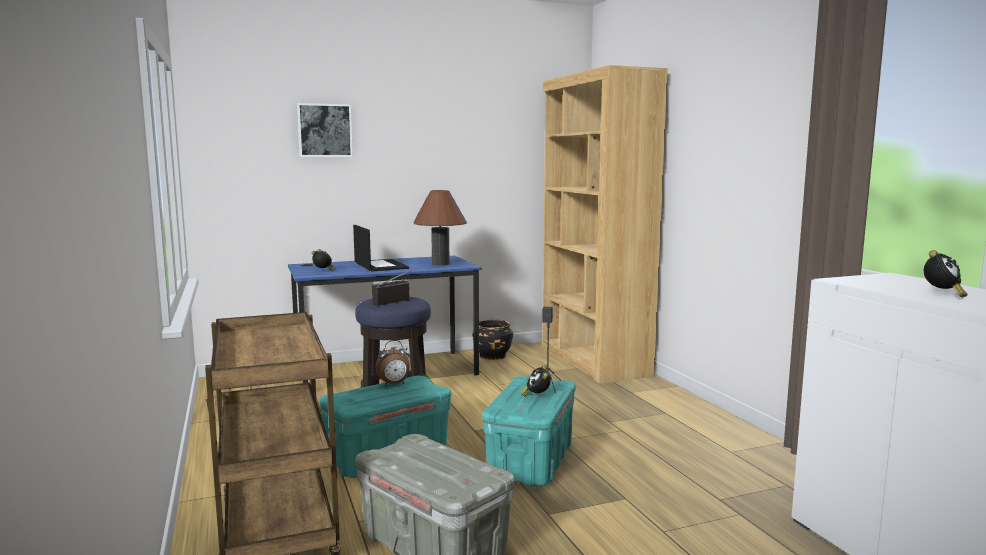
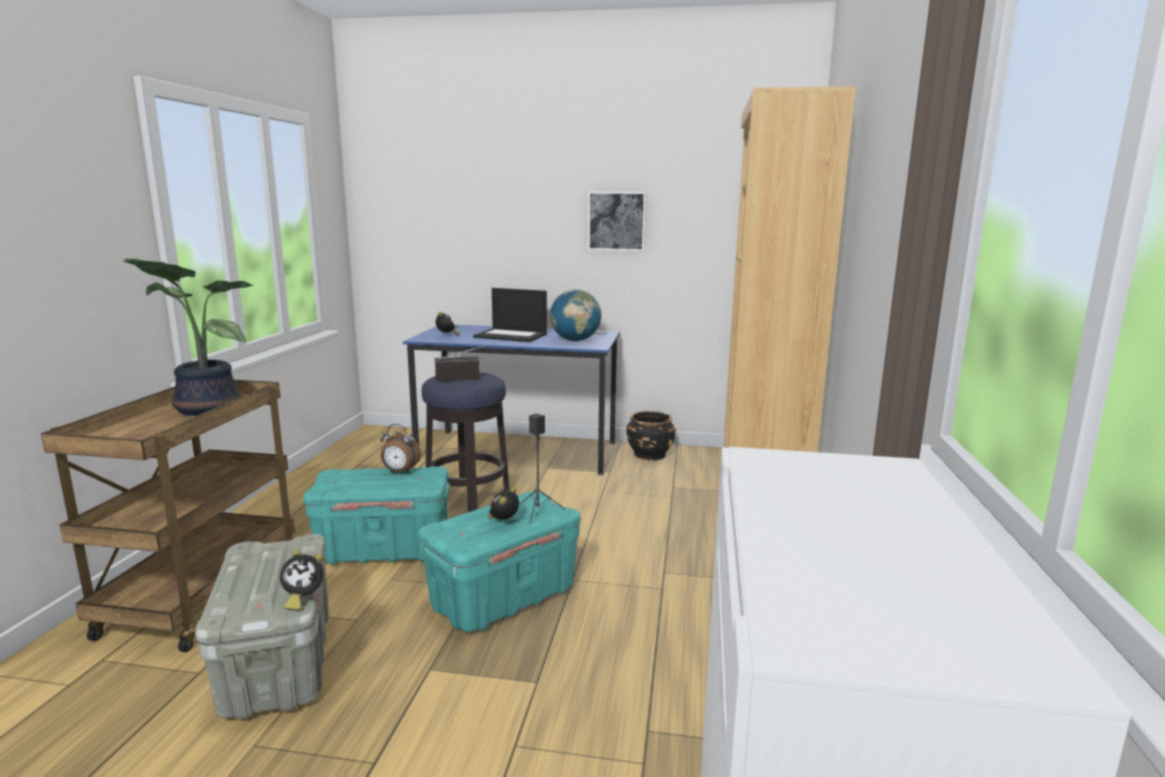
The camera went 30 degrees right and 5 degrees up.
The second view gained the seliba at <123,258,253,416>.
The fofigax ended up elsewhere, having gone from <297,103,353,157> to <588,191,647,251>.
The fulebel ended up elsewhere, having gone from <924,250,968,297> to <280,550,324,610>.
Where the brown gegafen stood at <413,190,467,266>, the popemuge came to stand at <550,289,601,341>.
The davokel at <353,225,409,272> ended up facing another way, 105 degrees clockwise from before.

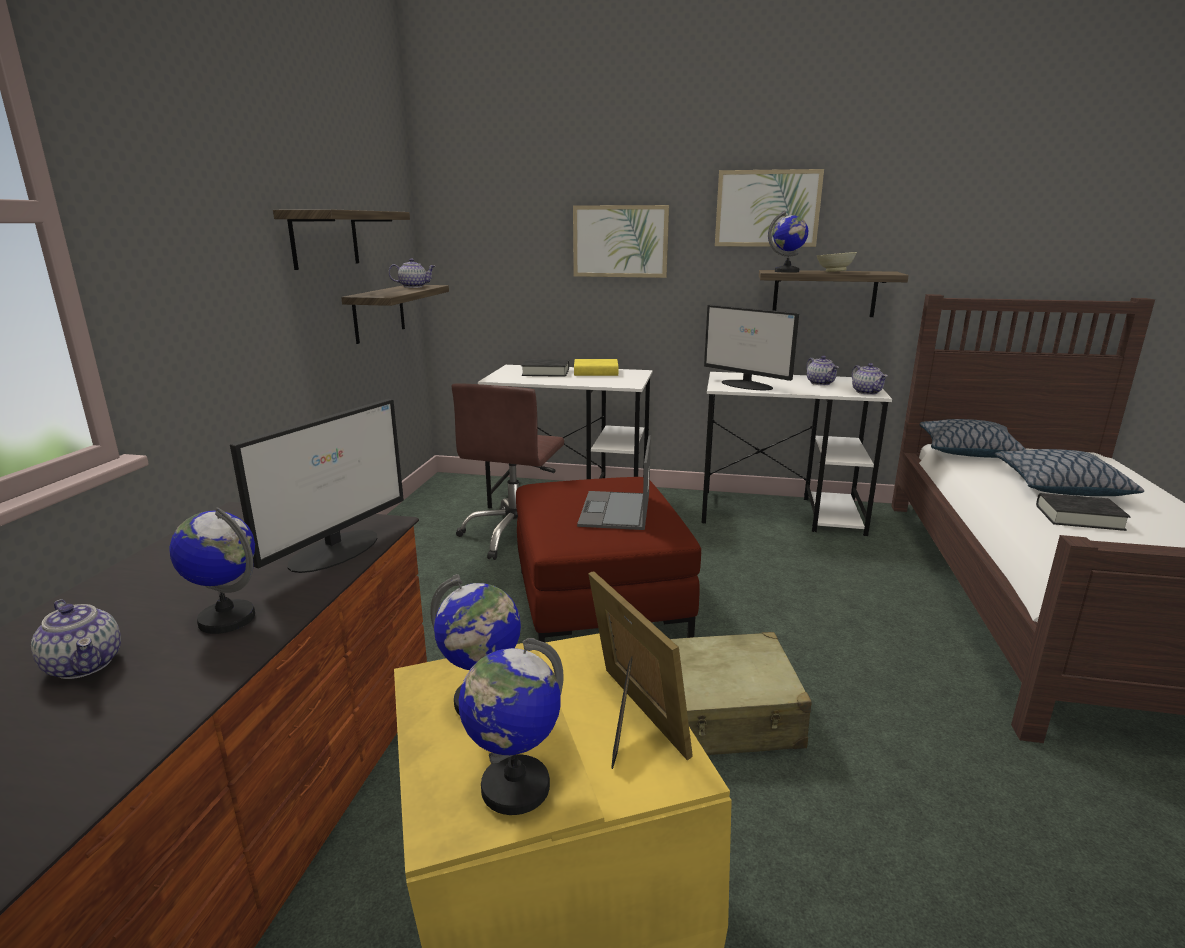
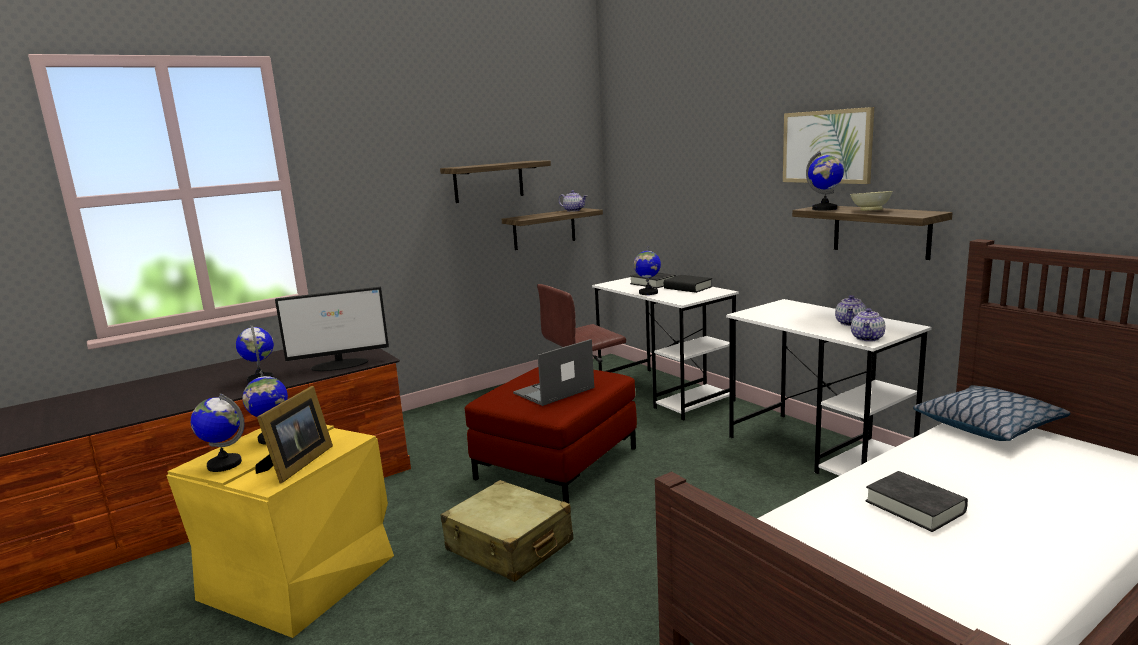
The camera went 45 degrees right and 5 degrees down.
The second view lost the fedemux at <31,600,121,679>.
The second view lost the fofigax at <573,205,669,278>.
The second view lost the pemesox at <704,305,799,390>.
The second view lost the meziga at <995,449,1144,496>.
The second view gained the popemuge at <634,247,661,295>.
What was the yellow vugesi at <574,359,618,376> turned into the black vugesi at <664,275,712,293>.

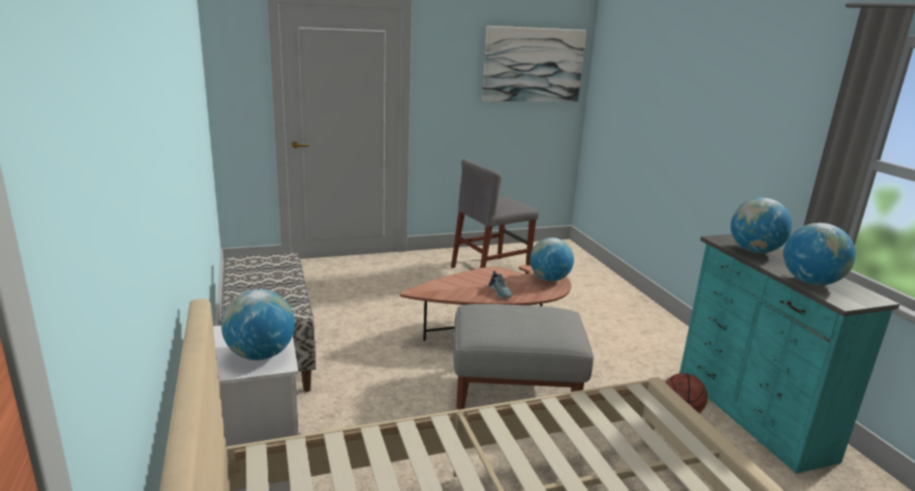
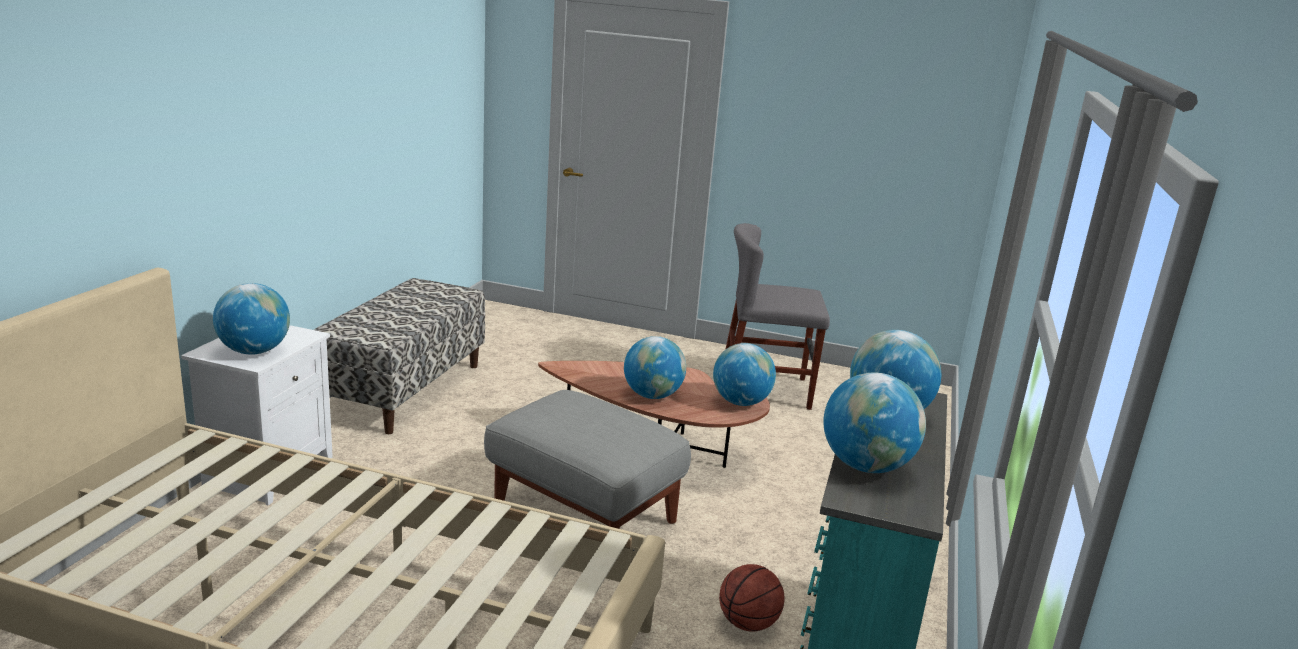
The camera went 35 degrees right and 0 degrees up.
The second view lost the fofigax at <482,26,586,101>.
Where the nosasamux stood at <489,271,513,298>, the popemuge came to stand at <624,336,686,399>.

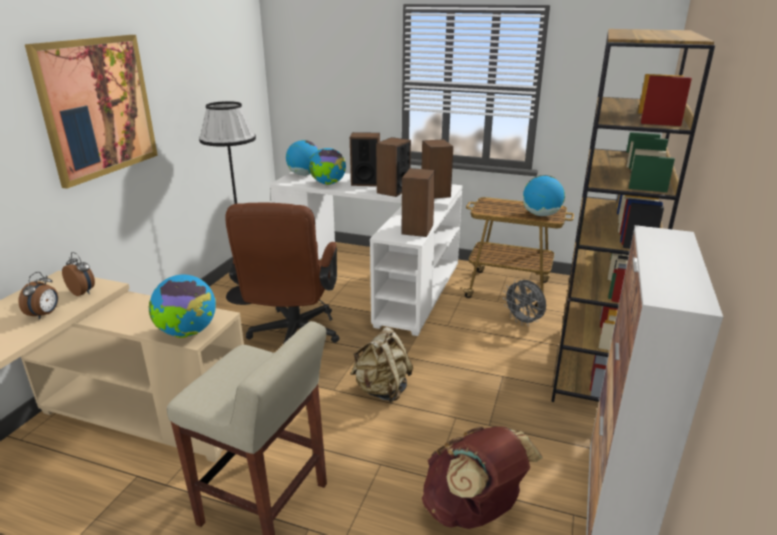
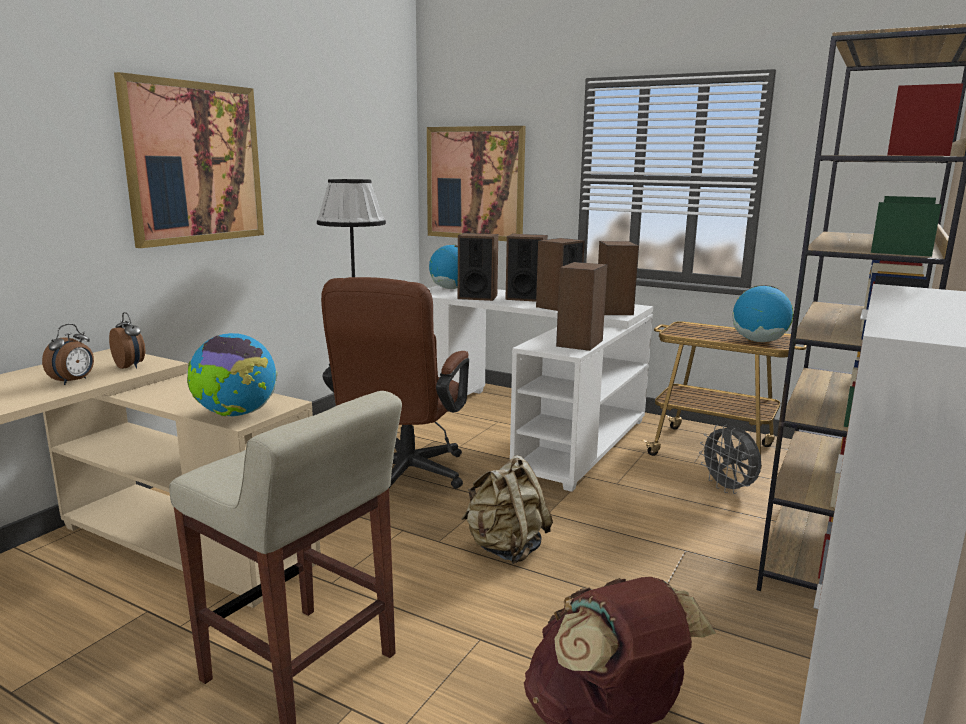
The camera went 10 degrees right and 10 degrees down.
The second view gained the fofigax at <427,126,526,241>.
Where the popemuge stood at <309,148,346,185>, the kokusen came to stand at <458,233,498,301>.

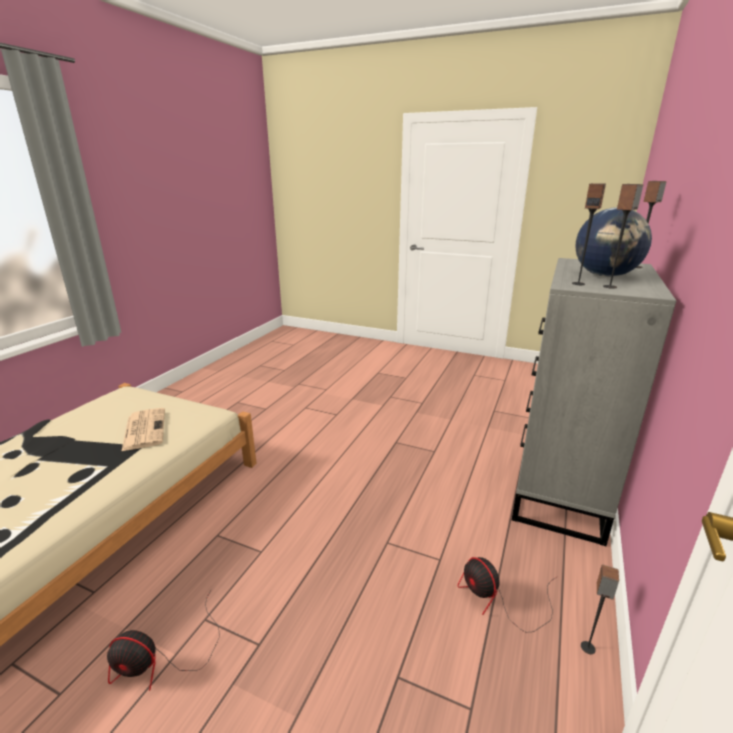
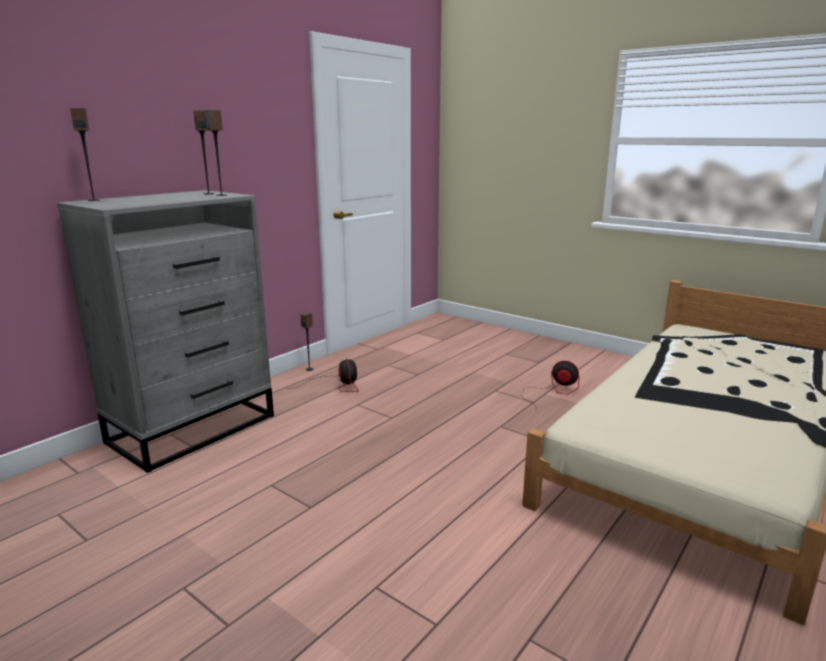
The camera went 165 degrees left and 5 degrees down.
The second view lost the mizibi at <121,408,165,452>.
The second view lost the popemuge at <575,207,652,277>.

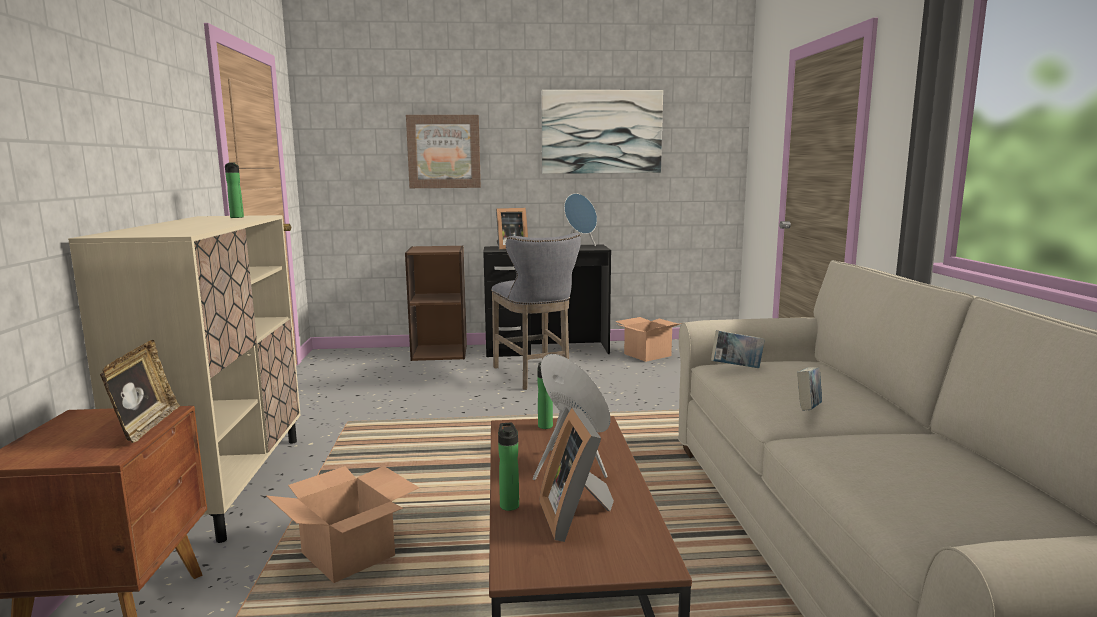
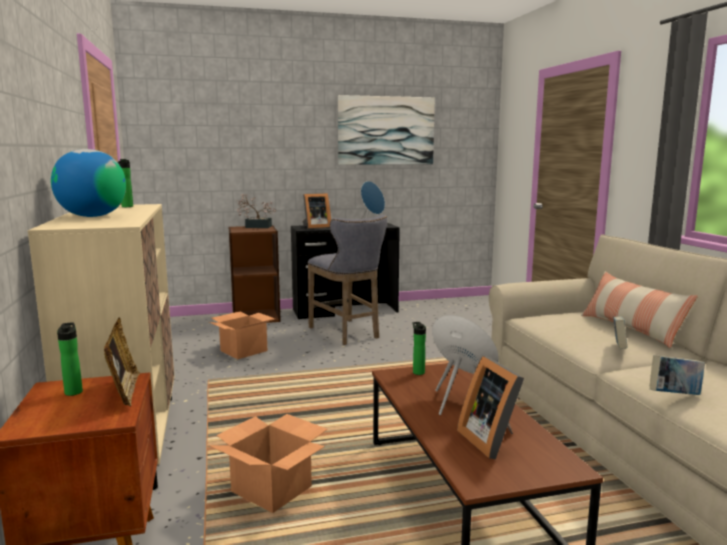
The camera went 10 degrees left and 0 degrees up.
The second view lost the fofigax at <406,115,481,188>.
The second view gained the popemuge at <51,149,126,217>.
The second view gained the seliba at <236,194,276,228>.
The second view gained the meziga at <581,271,698,348>.
The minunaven ended up elsewhere, having gone from <498,423,519,511> to <57,322,83,396>.
The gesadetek ended up elsewhere, having gone from <615,317,681,362> to <209,311,275,359>.
The vugesi ended up elsewhere, having gone from <711,330,765,368> to <650,355,705,395>.

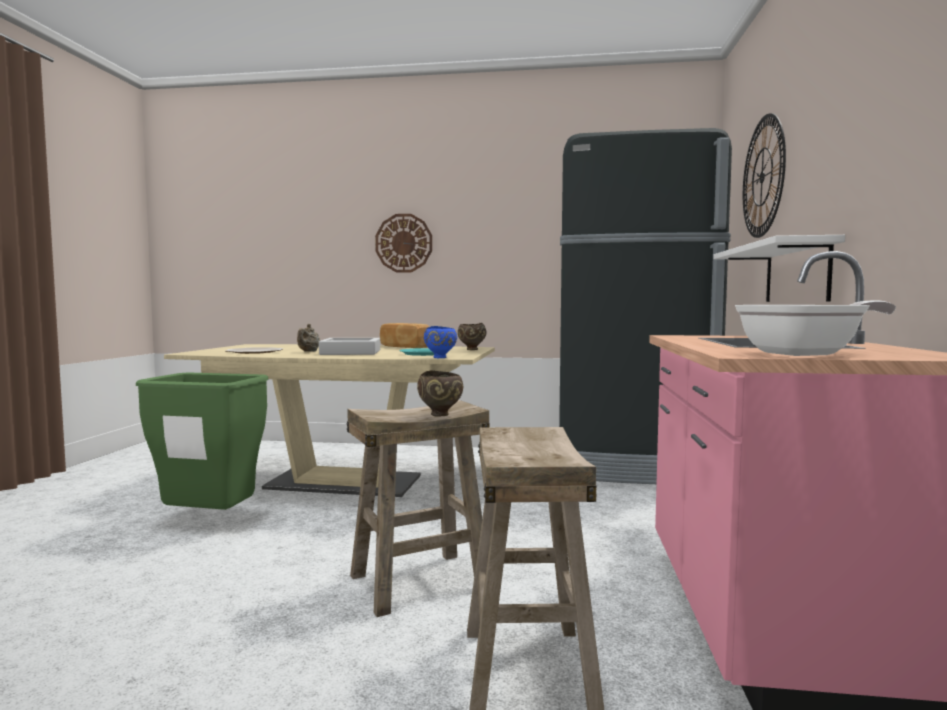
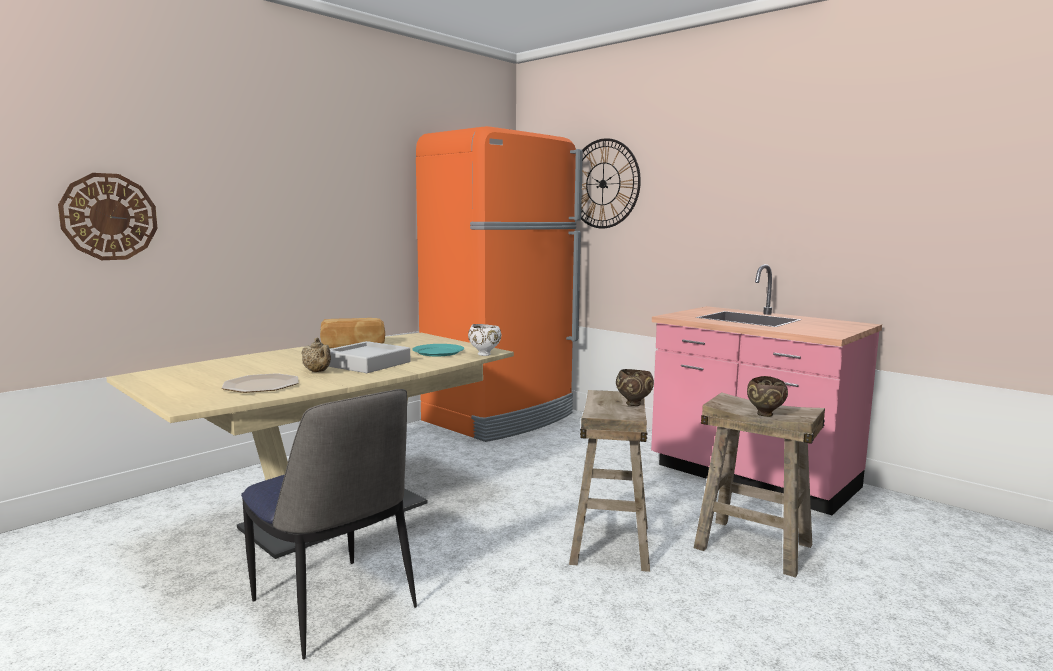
The camera went 55 degrees left and 5 degrees up.
The second view lost the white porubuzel at <713,235,845,302>.
The second view lost the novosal at <735,301,896,356>.
The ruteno ended up elsewhere, having gone from <375,214,432,273> to <58,173,158,260>.
The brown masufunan ended up elsewhere, having gone from <458,323,487,350> to <747,376,788,417>.
Where the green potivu stood at <136,373,268,510>, the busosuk came to stand at <241,389,417,659>.
What was the blue masufunan at <424,326,457,358> turned into the white masufunan at <468,324,501,356>.
What was the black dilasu at <559,128,732,484> turned into the orange dilasu at <416,126,583,442>.

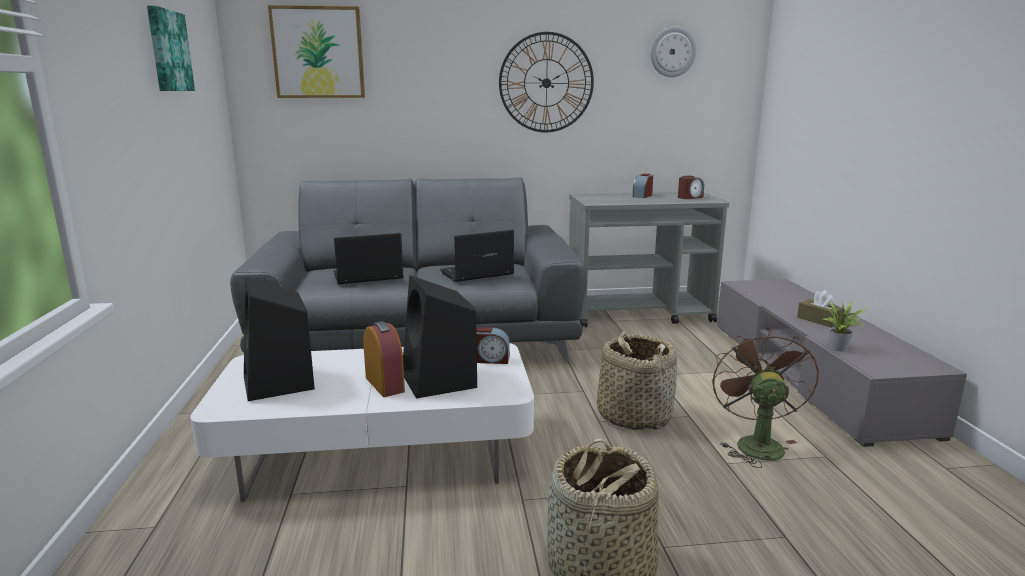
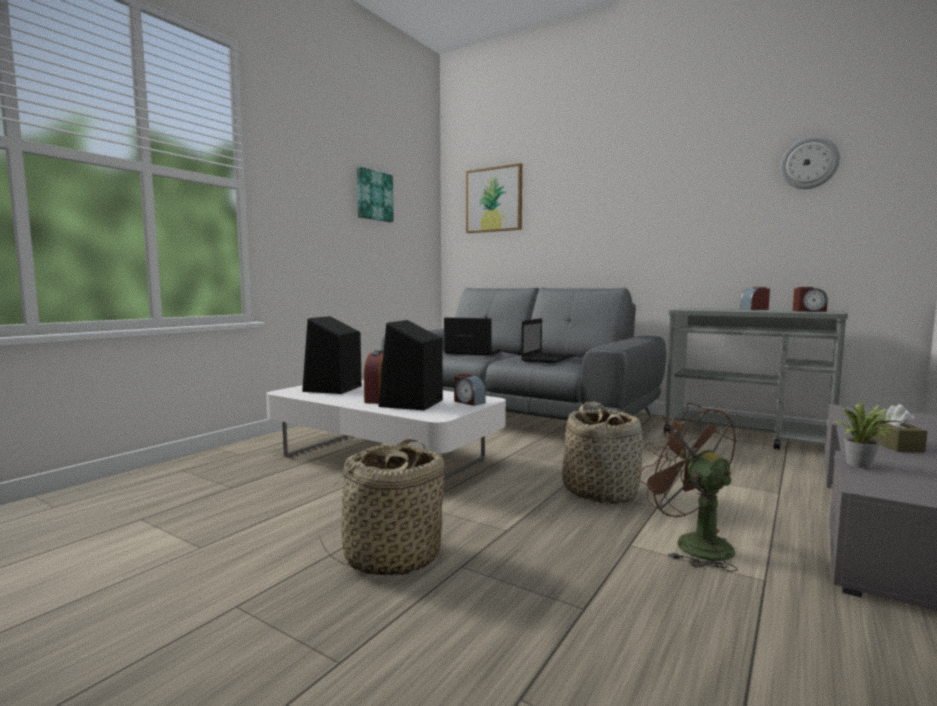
The camera went 40 degrees right and 10 degrees down.
The second view lost the ruteno at <499,32,594,132>.
The davokel at <440,230,514,282> ended up facing another way, 105 degrees clockwise from before.
The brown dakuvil at <712,328,819,468> ended up facing another way, 75 degrees counterclockwise from before.

